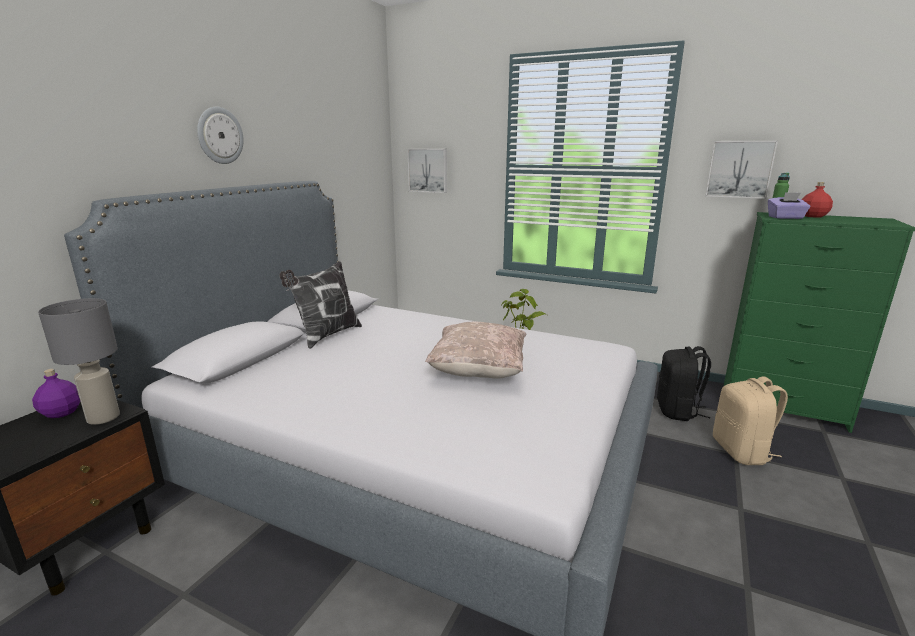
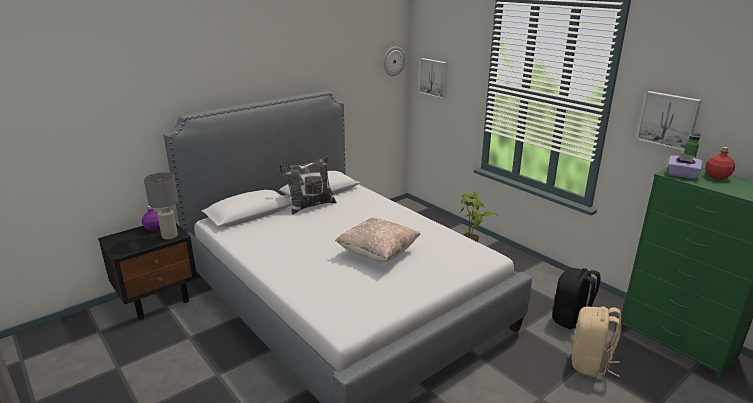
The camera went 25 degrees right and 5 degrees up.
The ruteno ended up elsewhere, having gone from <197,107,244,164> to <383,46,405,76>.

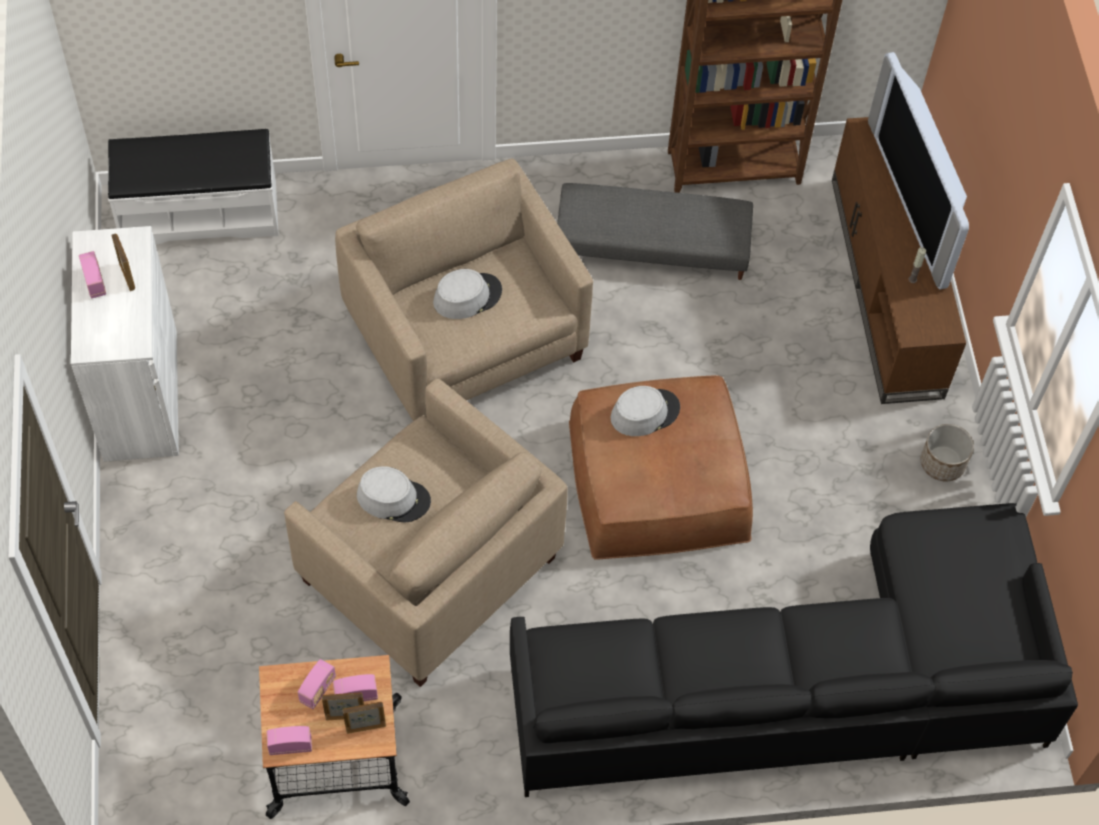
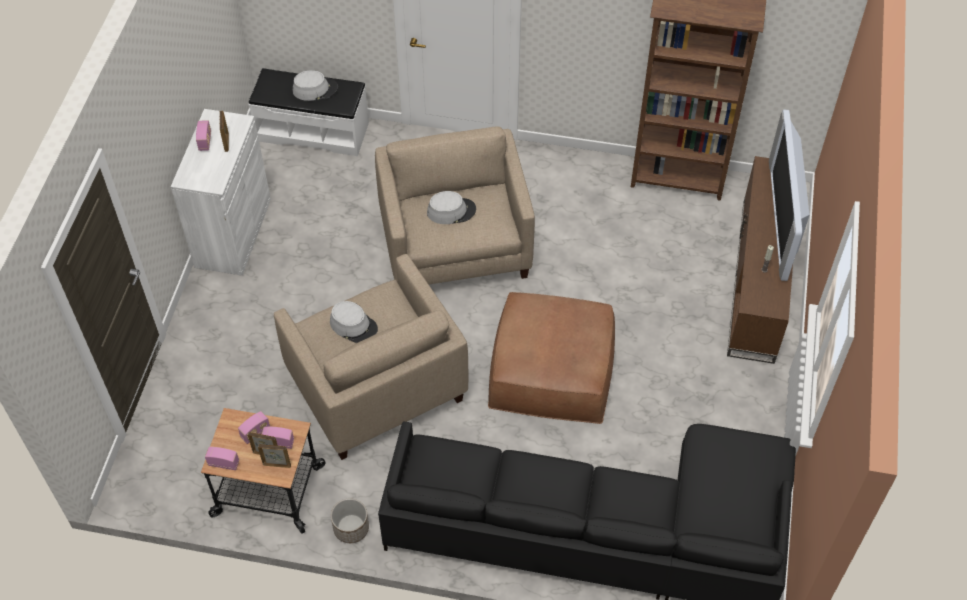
The camera went 20 degrees right and 5 degrees down.
The second view lost the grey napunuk at <557,183,753,280>.
The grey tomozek ended up elsewhere, having gone from <611,386,680,436> to <293,70,338,101>.
The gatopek ended up elsewhere, having gone from <921,424,974,481> to <331,498,369,543>.

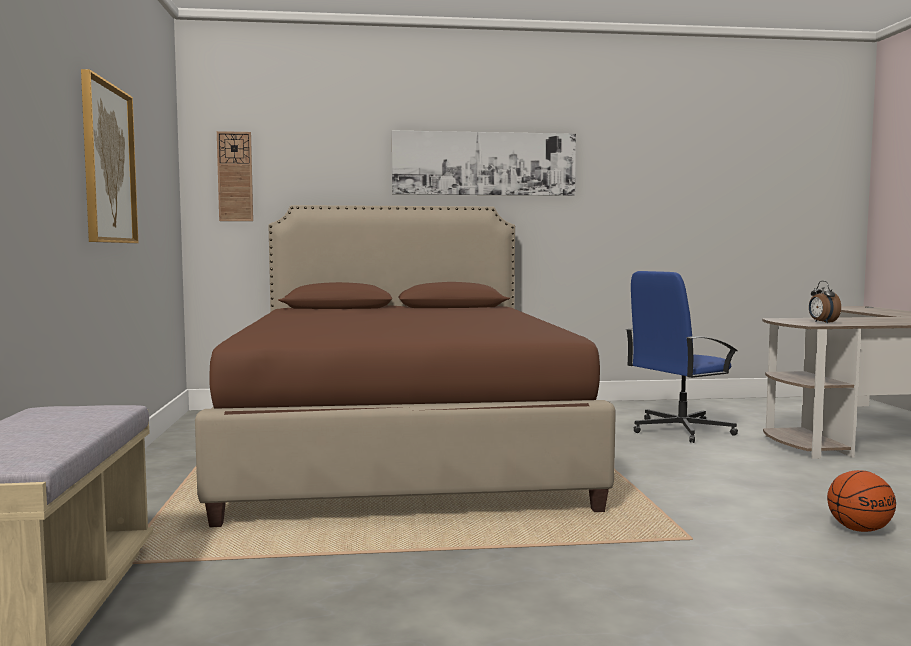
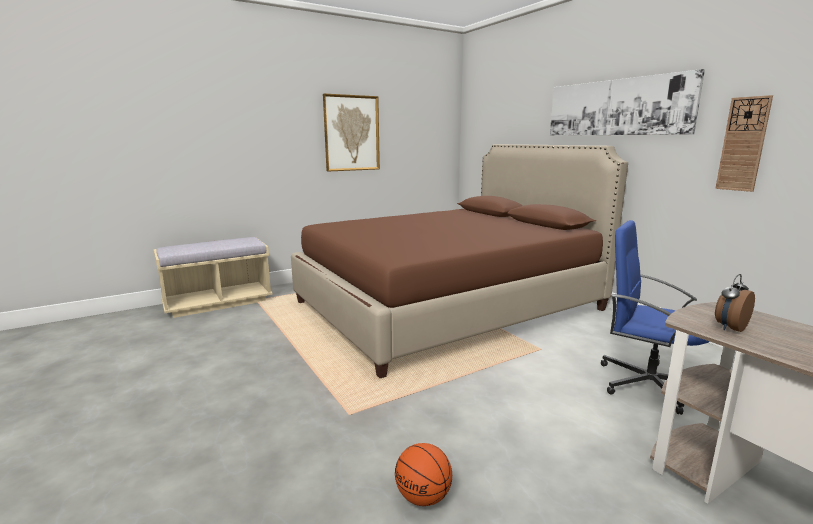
The camera went 65 degrees right and 10 degrees up.
The ruteno ended up elsewhere, having gone from <217,131,253,221> to <715,95,773,192>.

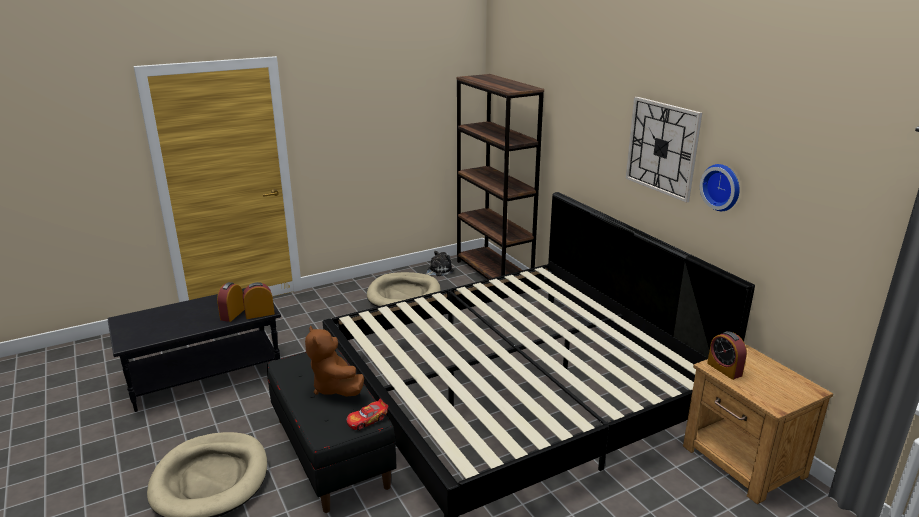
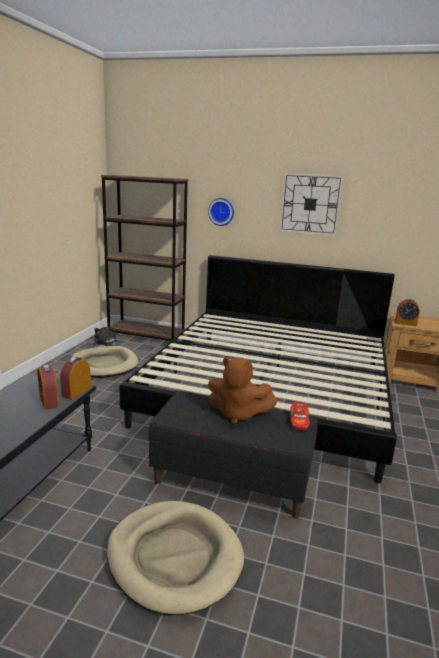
The camera went 45 degrees left and 5 degrees down.
The ruteno ended up elsewhere, having gone from <700,164,739,211> to <208,198,234,226>.

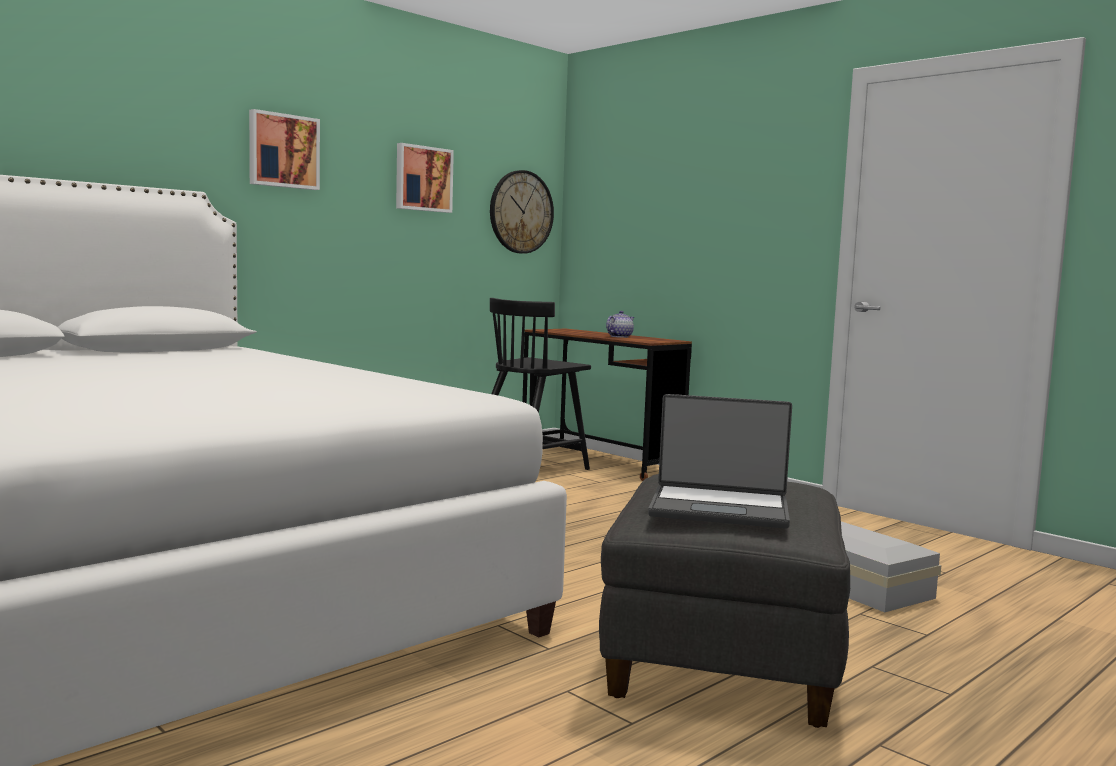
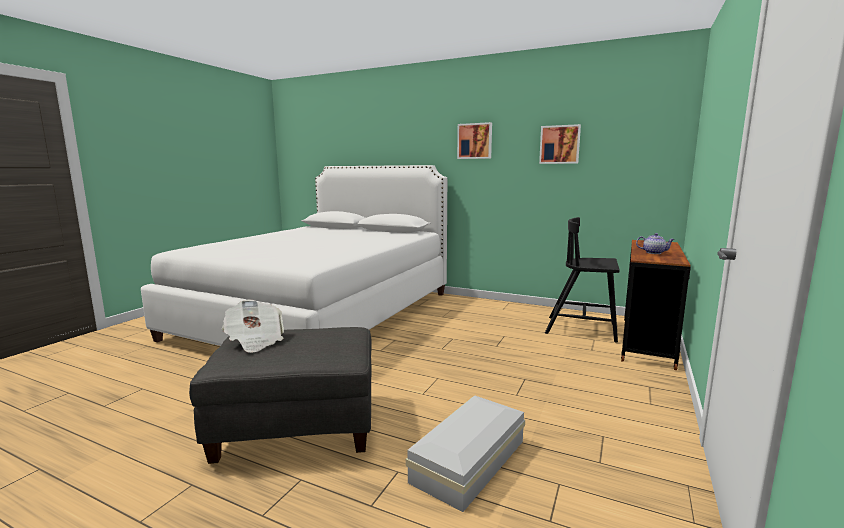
The camera went 70 degrees right and 5 degrees up.
The second view lost the ruteno at <490,170,554,254>.
Where the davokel stood at <648,394,792,529>, the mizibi came to stand at <222,300,284,353>.

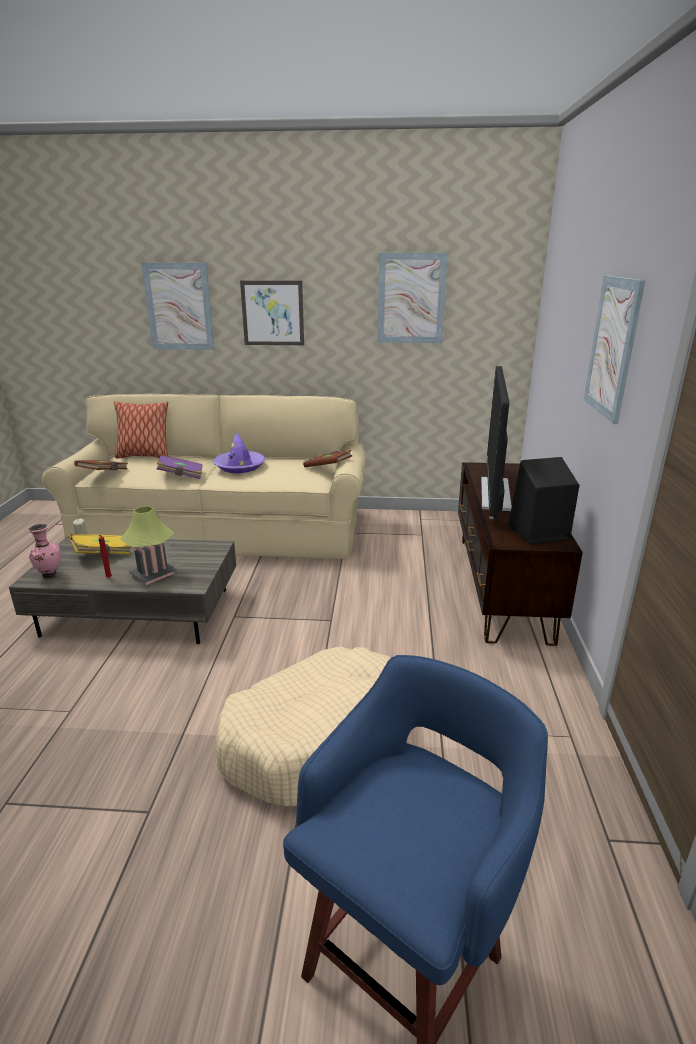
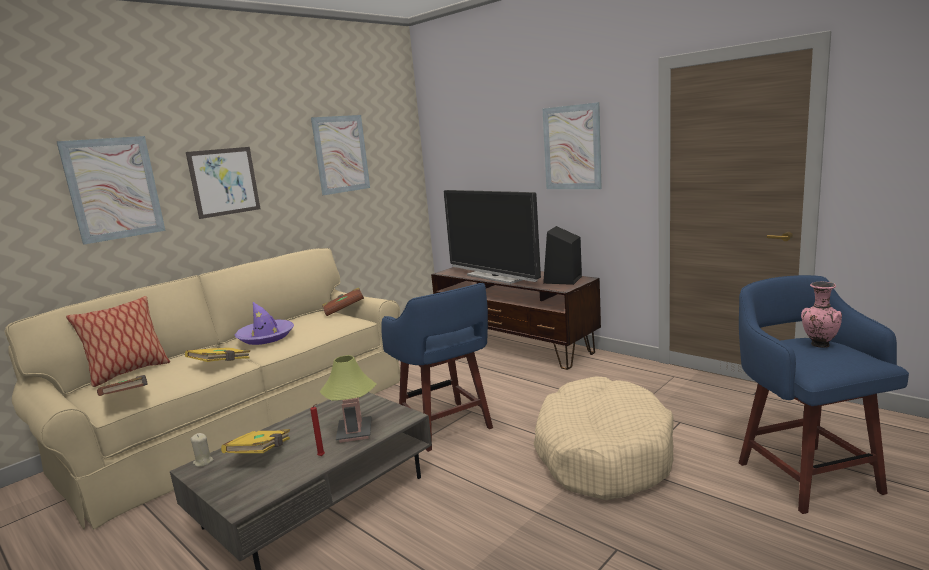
The camera went 50 degrees left and 10 degrees down.
The second view gained the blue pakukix at <381,283,493,452>.
The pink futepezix ended up elsewhere, having gone from <28,524,61,579> to <801,281,842,348>.
What was the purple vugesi at <157,455,203,479> turned into the yellow vugesi at <185,348,250,362>.

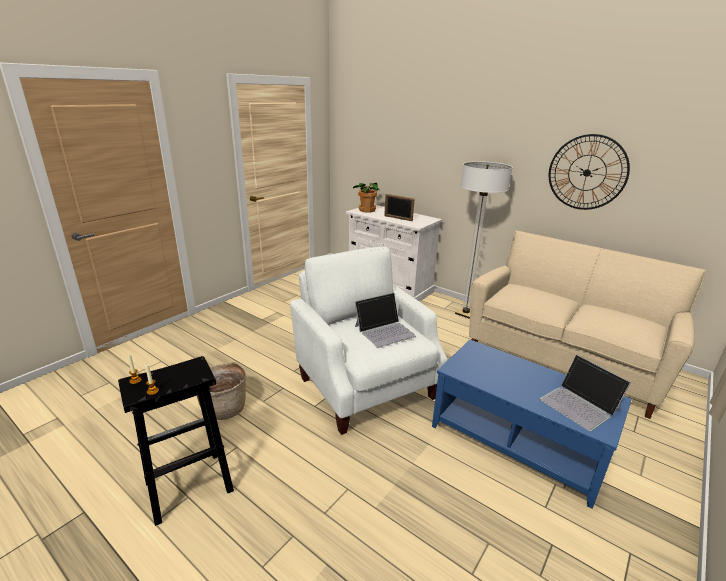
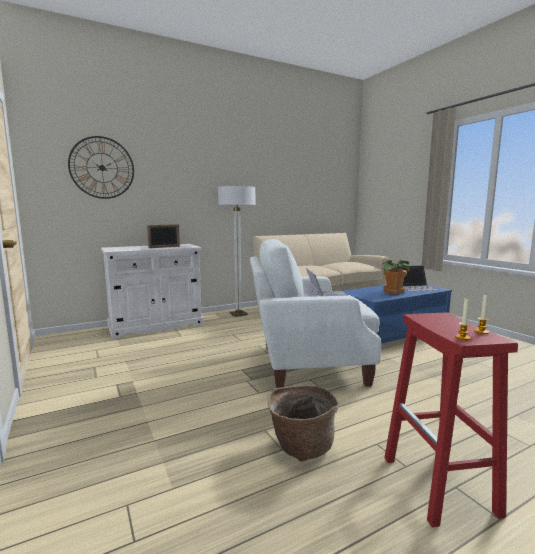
The camera went 65 degrees left and 15 degrees down.
The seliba ended up elsewhere, having gone from <353,183,380,213> to <383,260,410,294>.
The ruteno ended up elsewhere, having gone from <549,134,630,210> to <68,136,134,199>.
What was the black pakukix at <118,356,234,526> turned into the red pakukix at <384,313,518,527>.

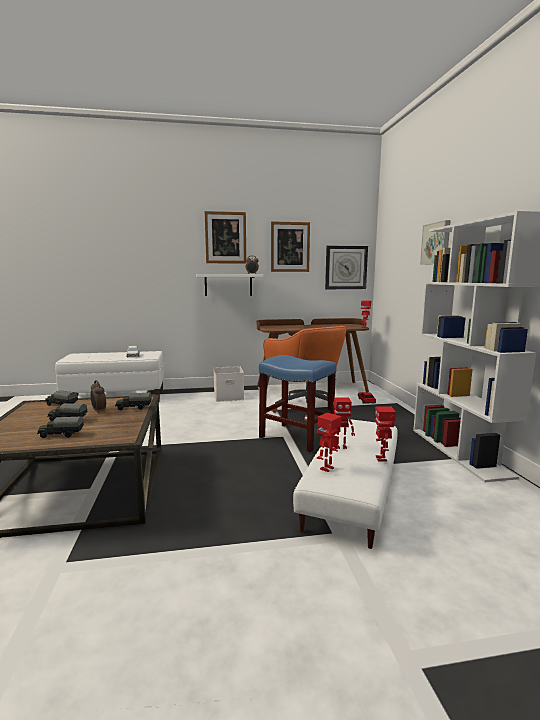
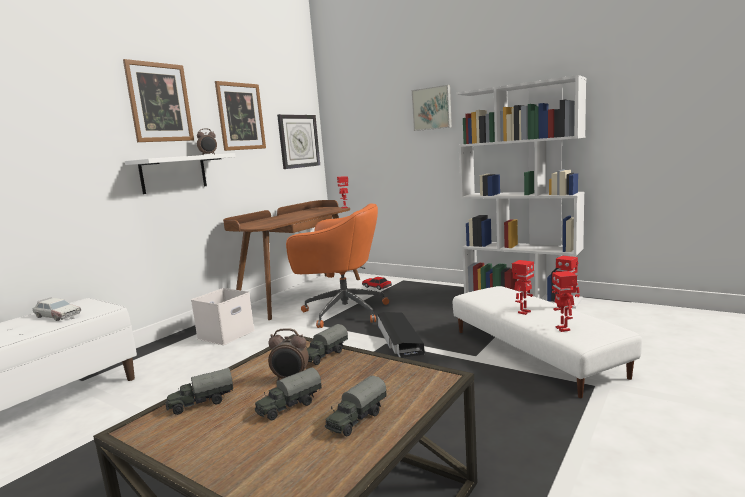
The camera went 45 degrees left and 0 degrees up.
Where the blue pakukix stood at <259,355,336,453>, the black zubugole came to stand at <377,312,425,358>.

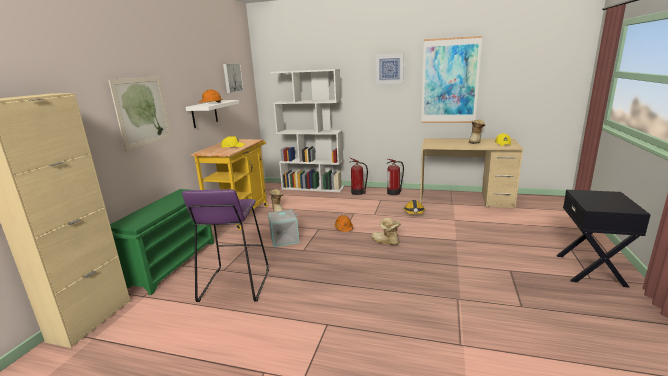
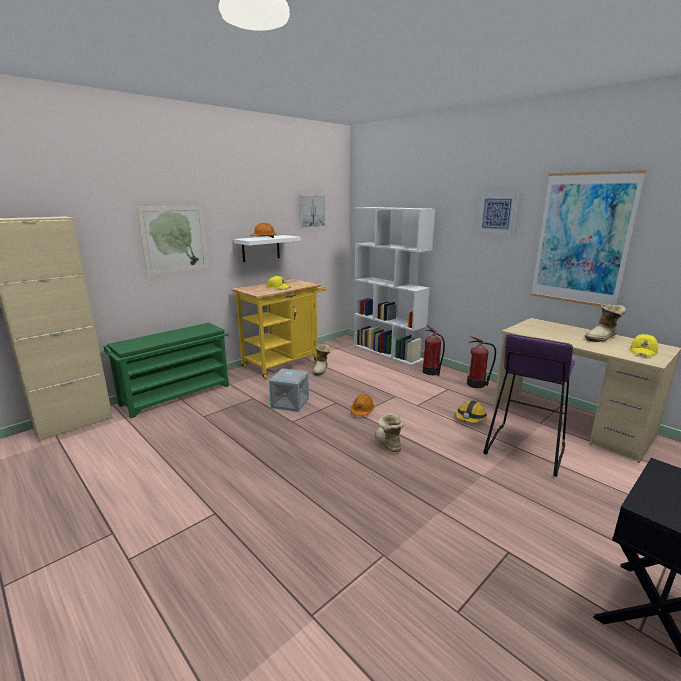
The camera went 30 degrees right and 0 degrees up.
The purple pakukix ended up elsewhere, having gone from <182,189,269,302> to <483,334,575,477>.

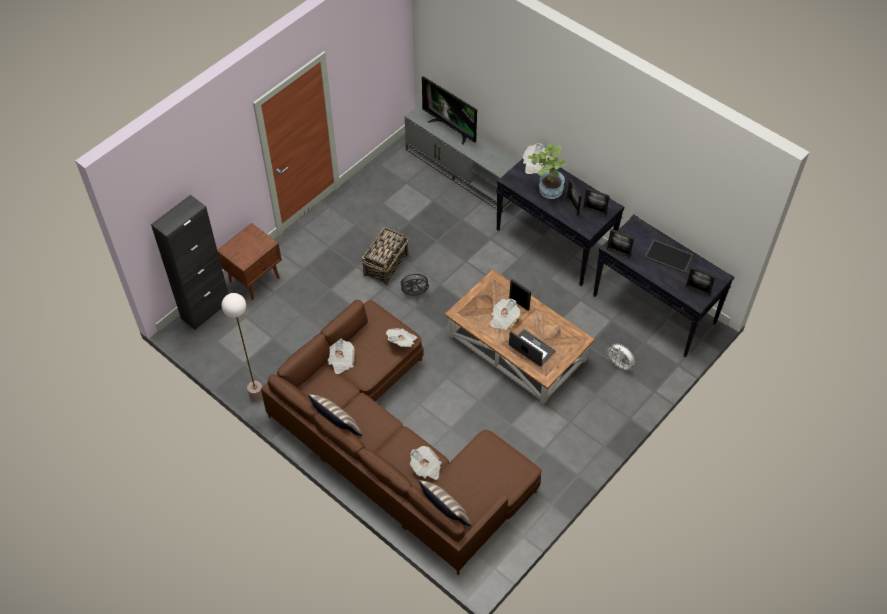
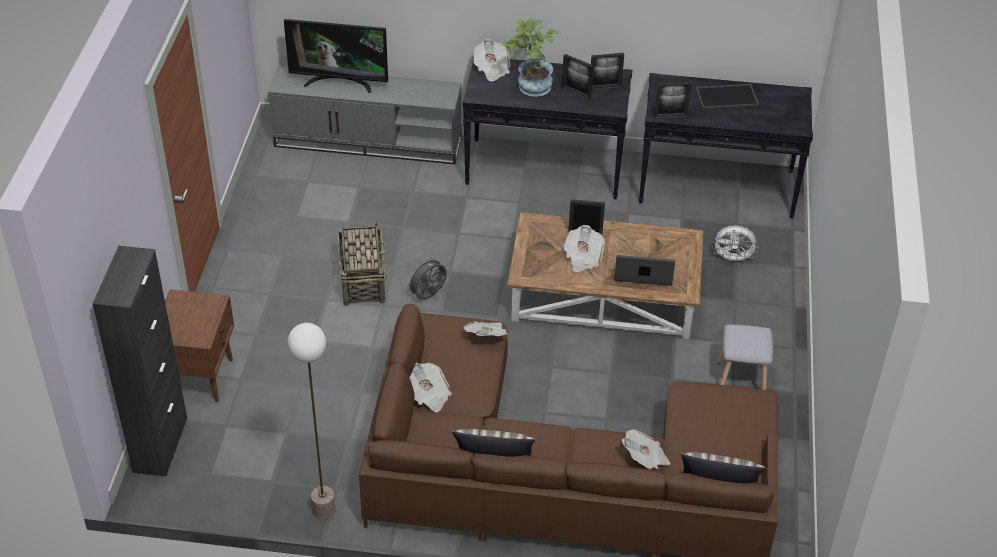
The camera went 35 degrees left and 10 degrees down.
The second view lost the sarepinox at <686,267,716,297>.
The second view gained the grey pakukix at <718,324,773,390>.

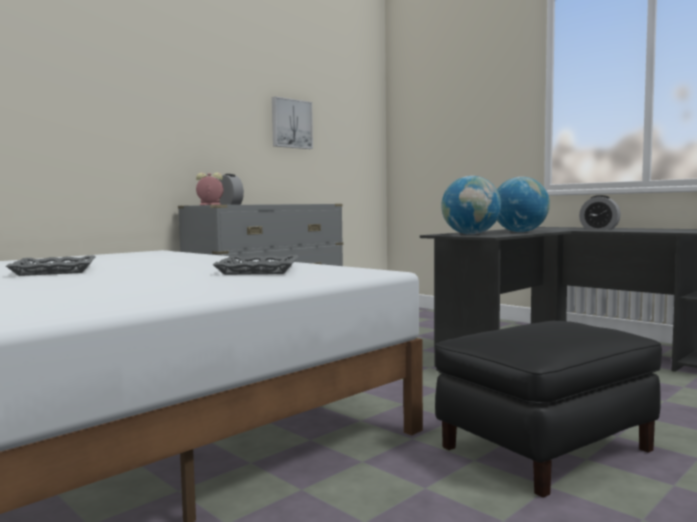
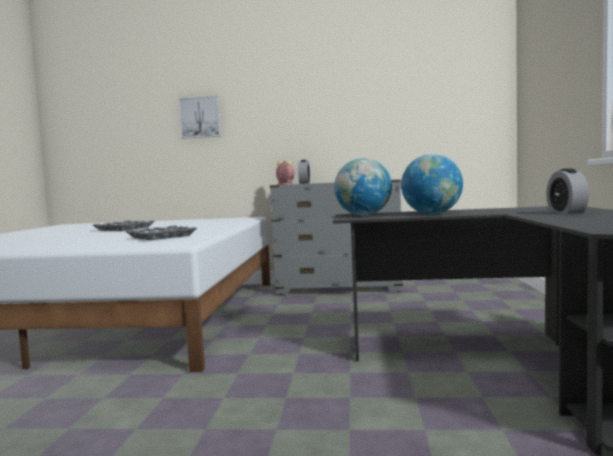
The camera went 50 degrees right and 0 degrees up.
The second view lost the black napunuk at <435,321,662,497>.
The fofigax ended up elsewhere, having gone from <272,96,313,149> to <179,96,221,139>.

